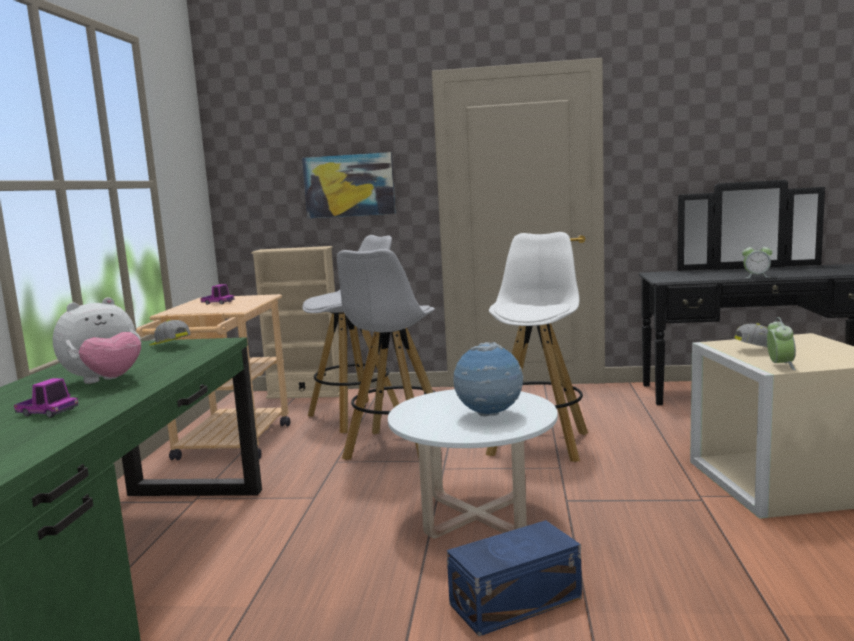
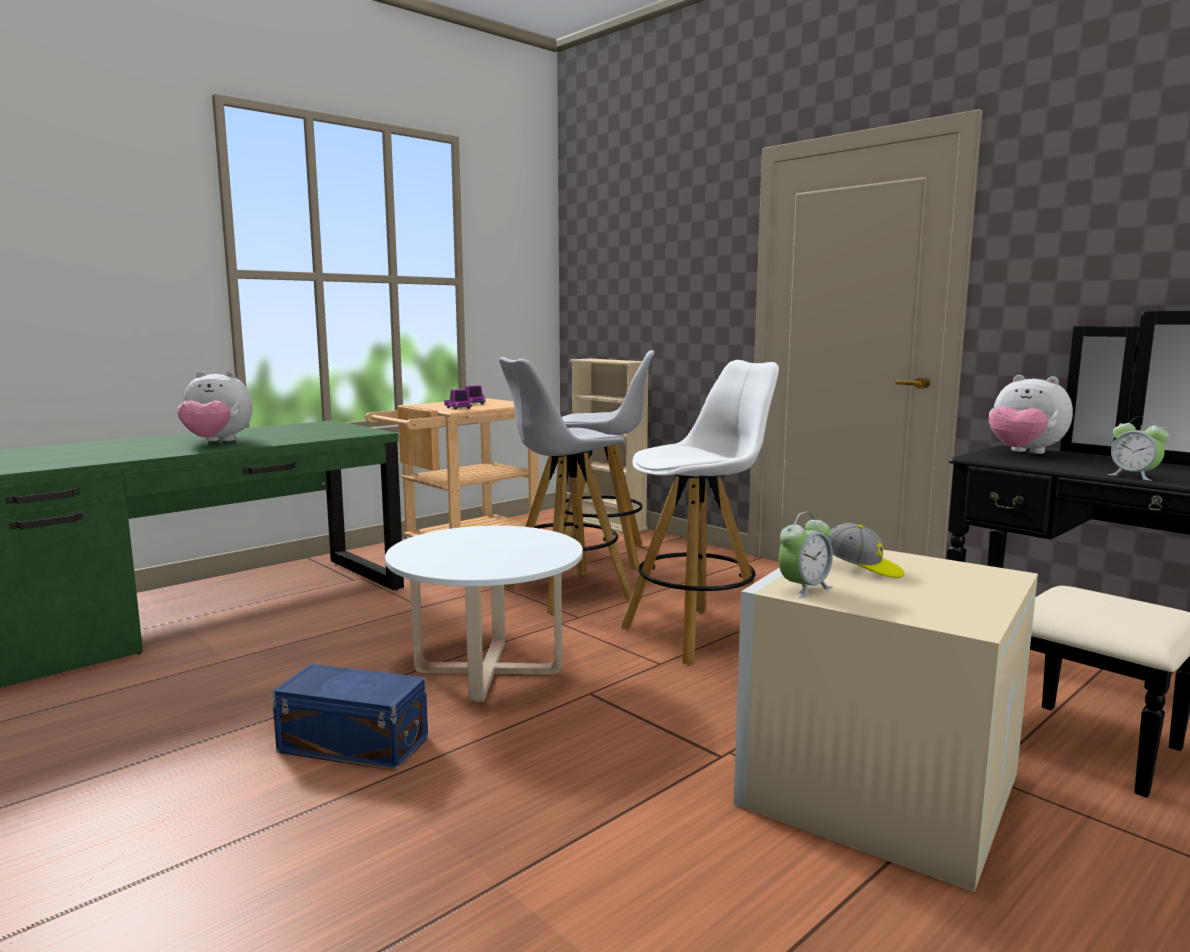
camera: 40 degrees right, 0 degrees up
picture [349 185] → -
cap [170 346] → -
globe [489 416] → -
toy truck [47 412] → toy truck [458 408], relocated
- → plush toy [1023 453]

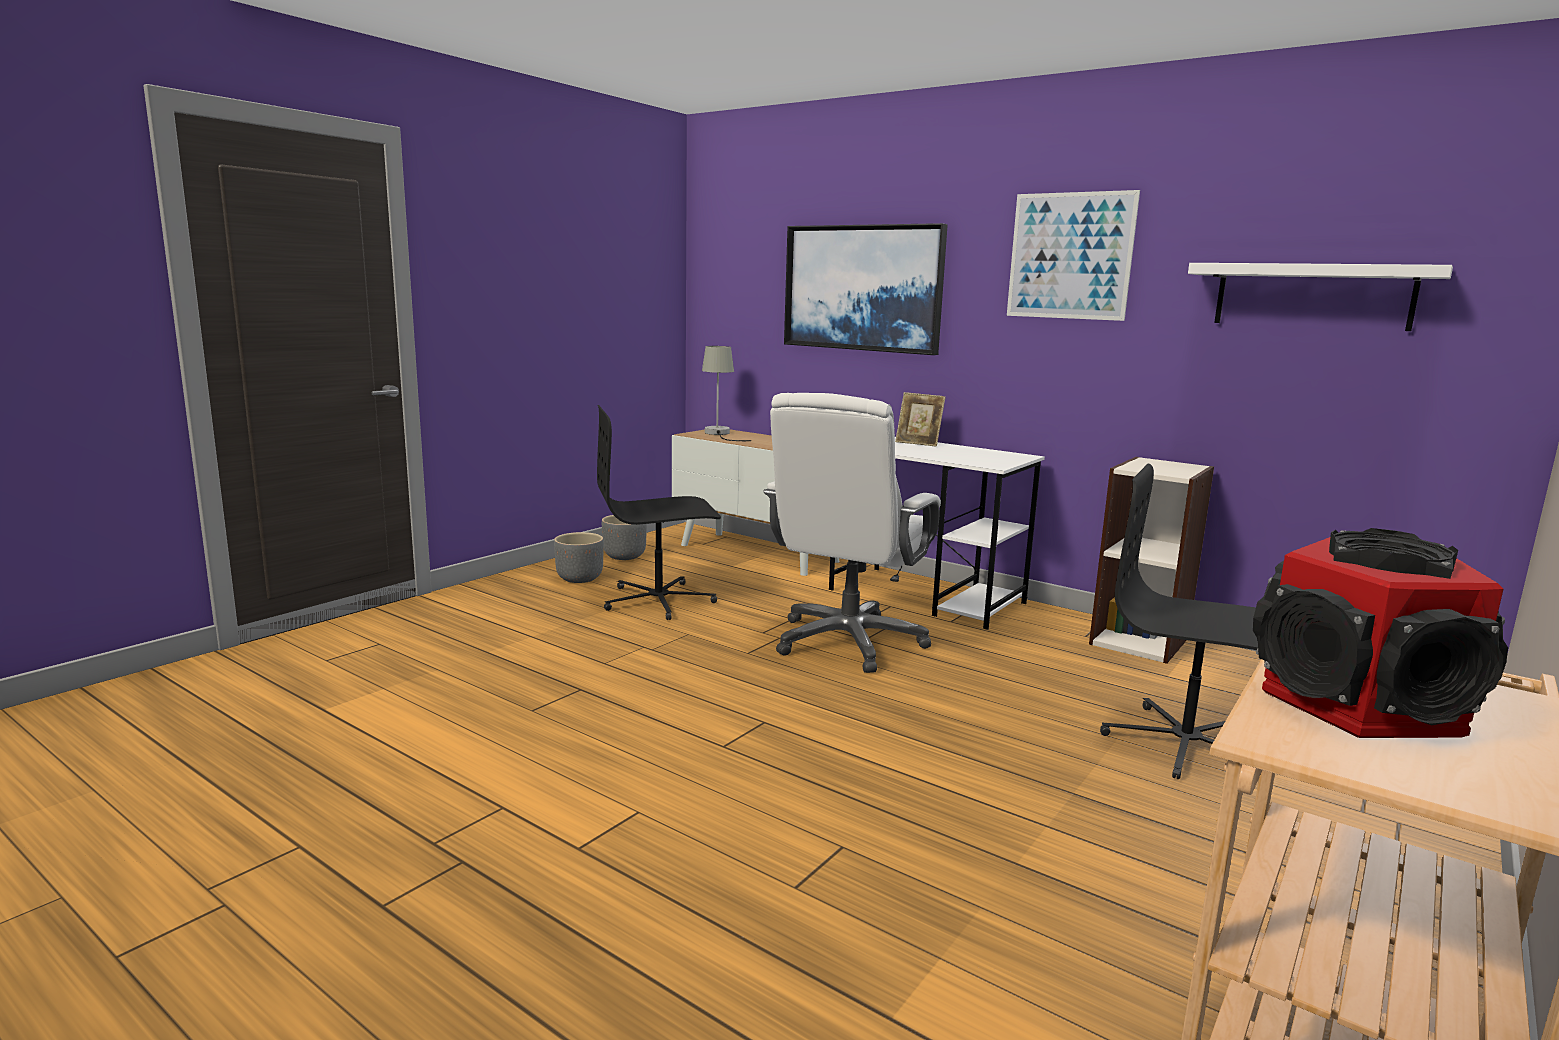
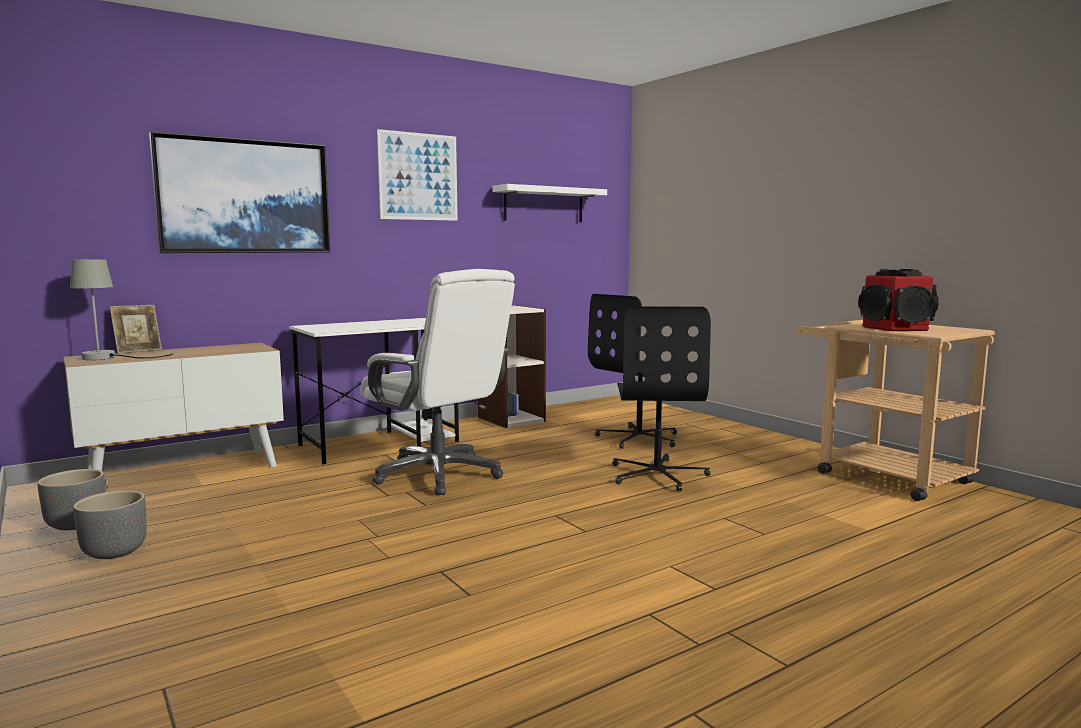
camera: 70 degrees left, 5 degrees down
picture frame [918 443] → picture frame [138 351], relocated
office chair (black) [659 601] → office chair (black) [658 475], relocated

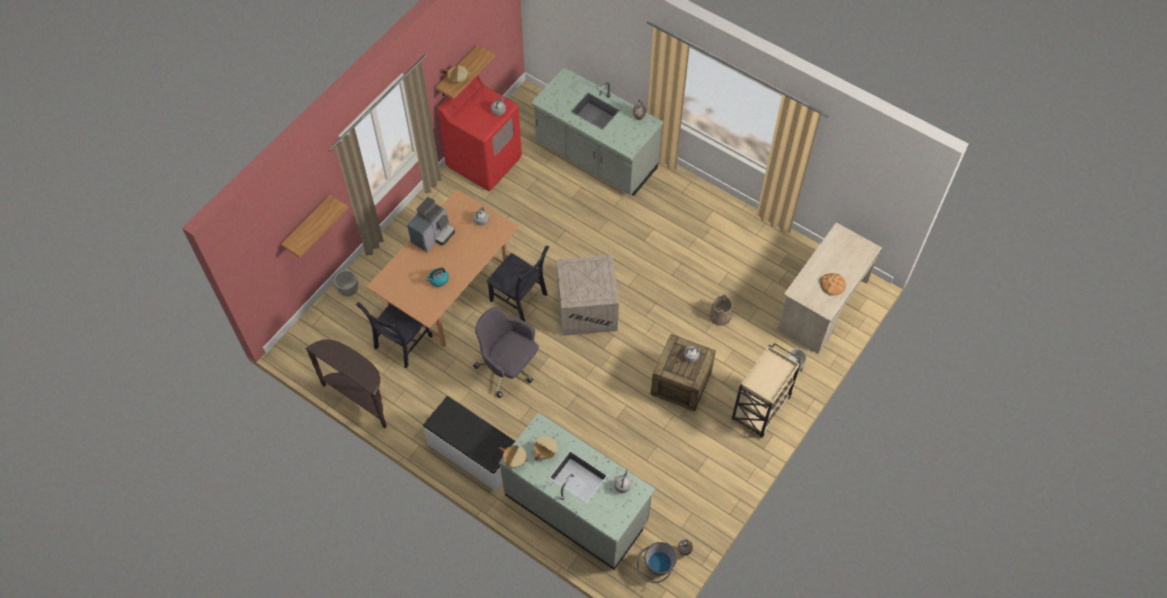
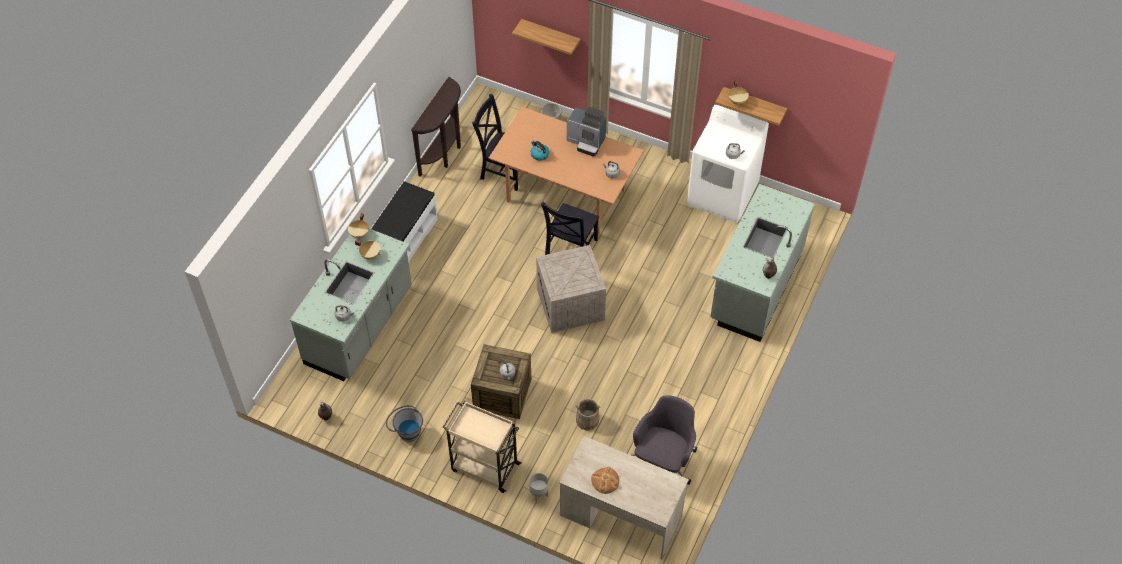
camera: 80 degrees right, 5 degrees down
washing machine (red) [484 161] → washing machine (white) [722 195]
office chair (grey) [509 367] → office chair (grey) [663 462], relocated
bucket (grey) [655 569] → bucket (grey) [406 431], relocated

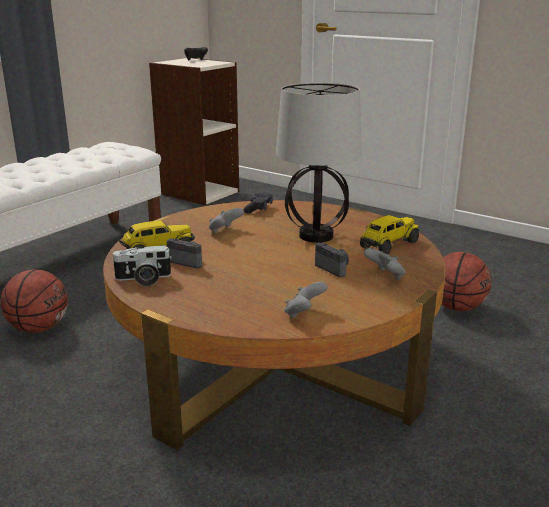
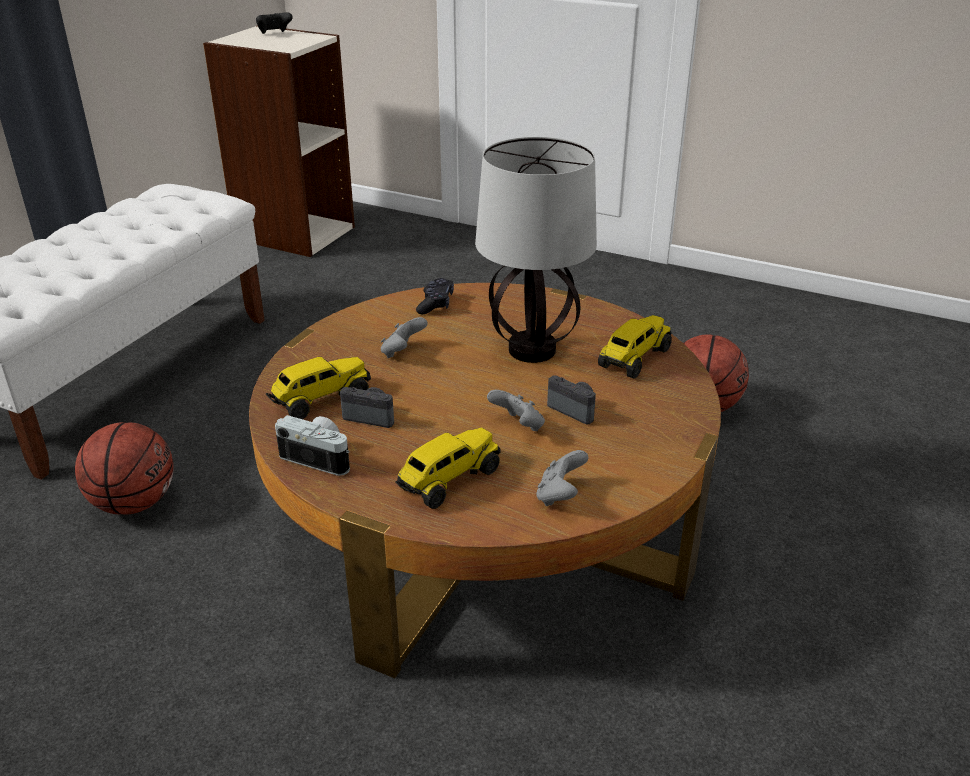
camera: 10 degrees left, 10 degrees up
photo camera [143 280] → photo camera [320 457], 135 degrees counterclockwise
game controller (grey) [385 276] → game controller (grey) [518 426], relocated
- → toy truck [448 480]

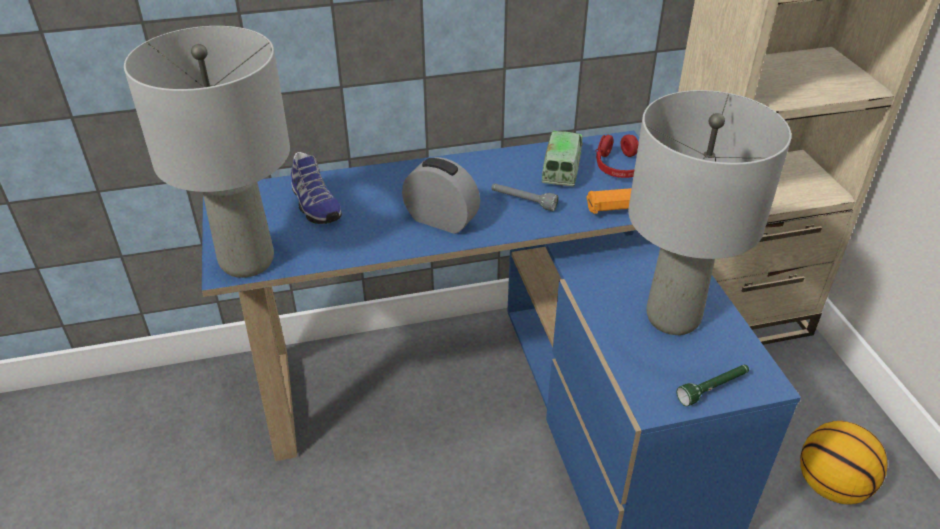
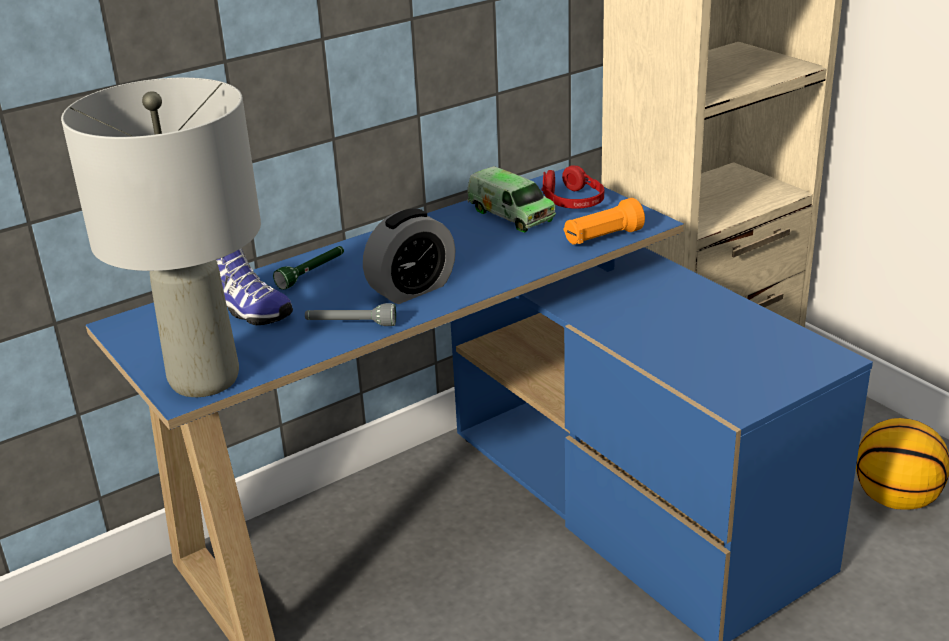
camera: 20 degrees left, 10 degrees down
table lamp (grey) [672 318] → -
toy truck [561 167] → toy truck [511 215], 150 degrees clockwise
alarm clock [441 220] → alarm clock [412 289], 135 degrees clockwise
flashlight (grey) [523 201] → flashlight (grey) [351 324], relocated
flashlight (green) [713 389] → flashlight (green) [312 273], relocated

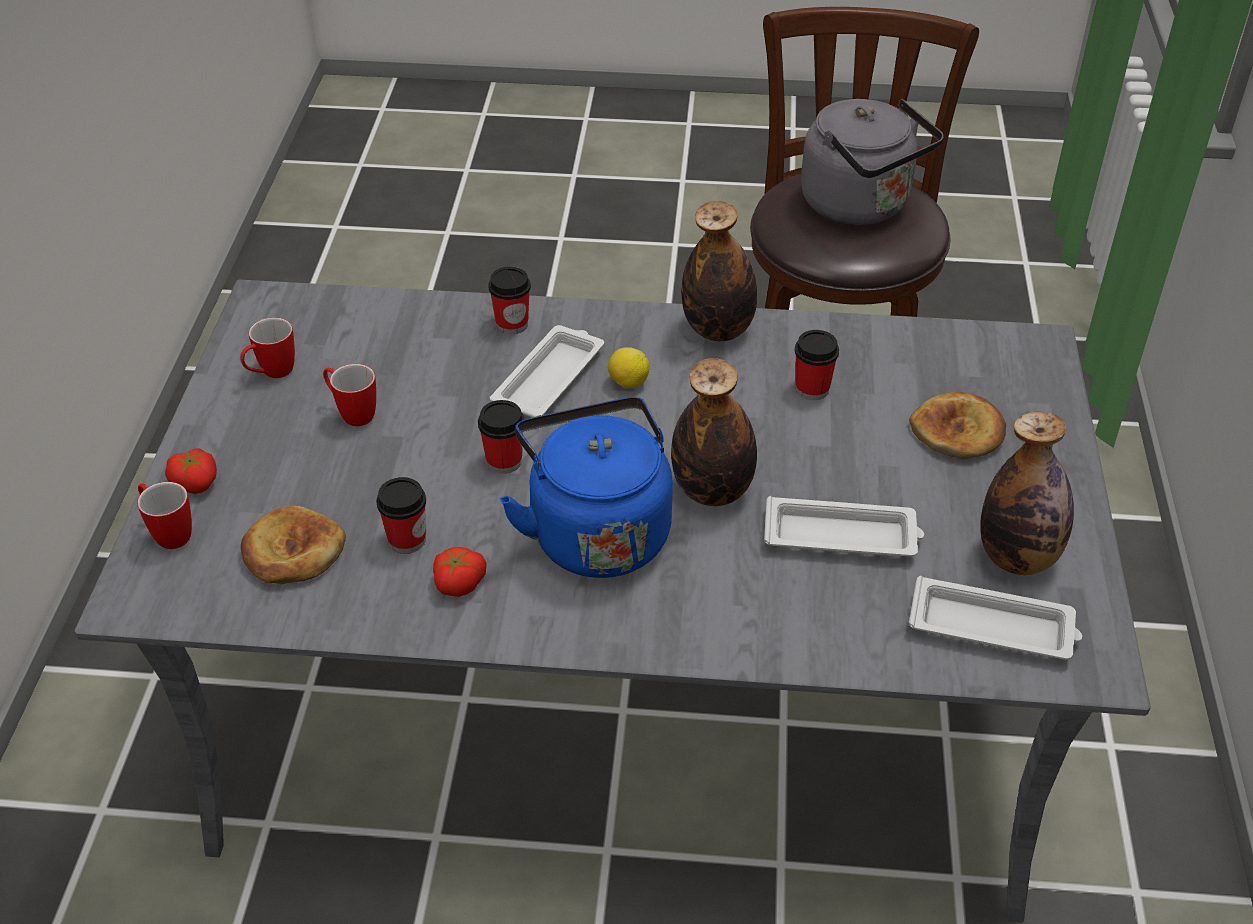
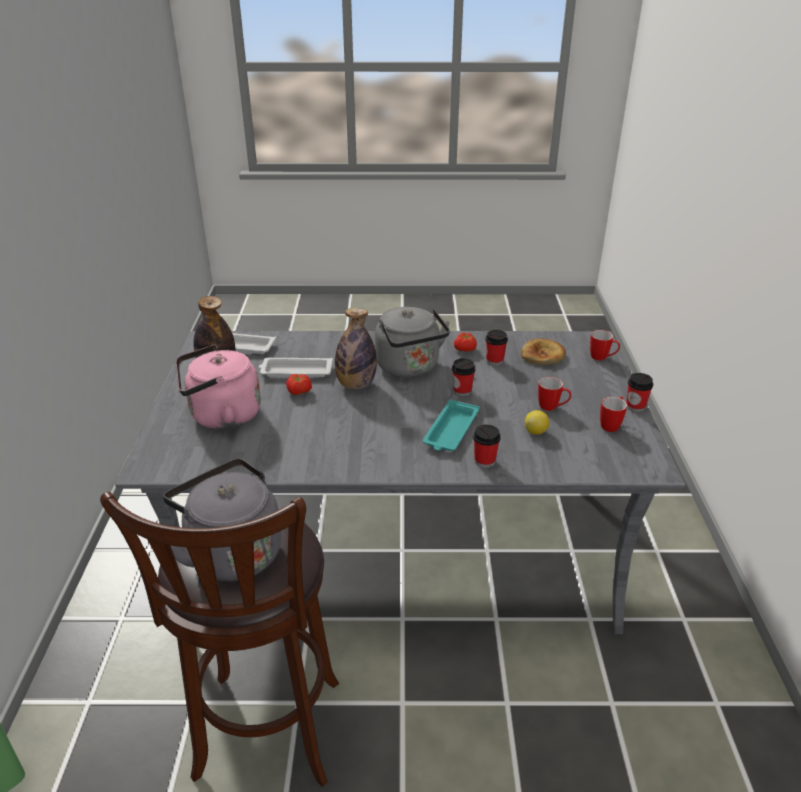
camera: 175 degrees right, 10 degrees down
bottle [718 330] → -
tray (white) [550 378] → tray (turquoise) [450 431]
cup [812 389] → cup [635 407], relocated
lemon [628 383] → lemon [536 431], relocated
bread [958 431] → kettle (pink) [221 416]
kettle (blue) [596 531] → kettle (grey) [410 368]
tomato [196 482] → tomato [298 392], relocated

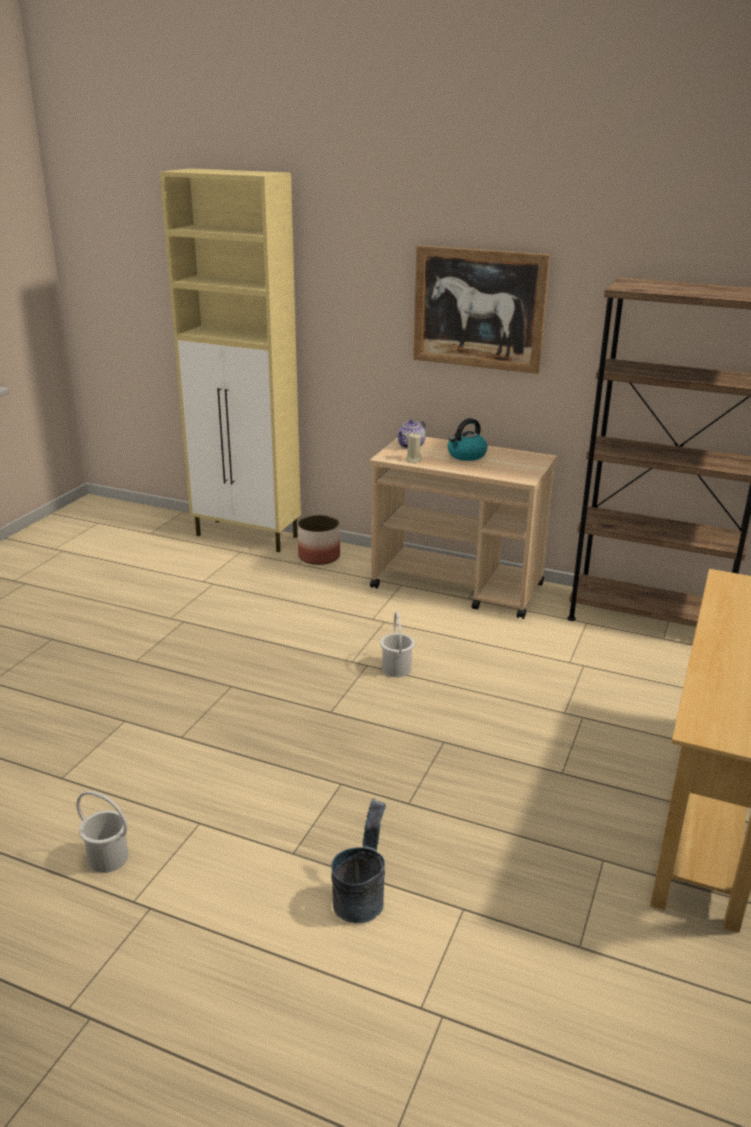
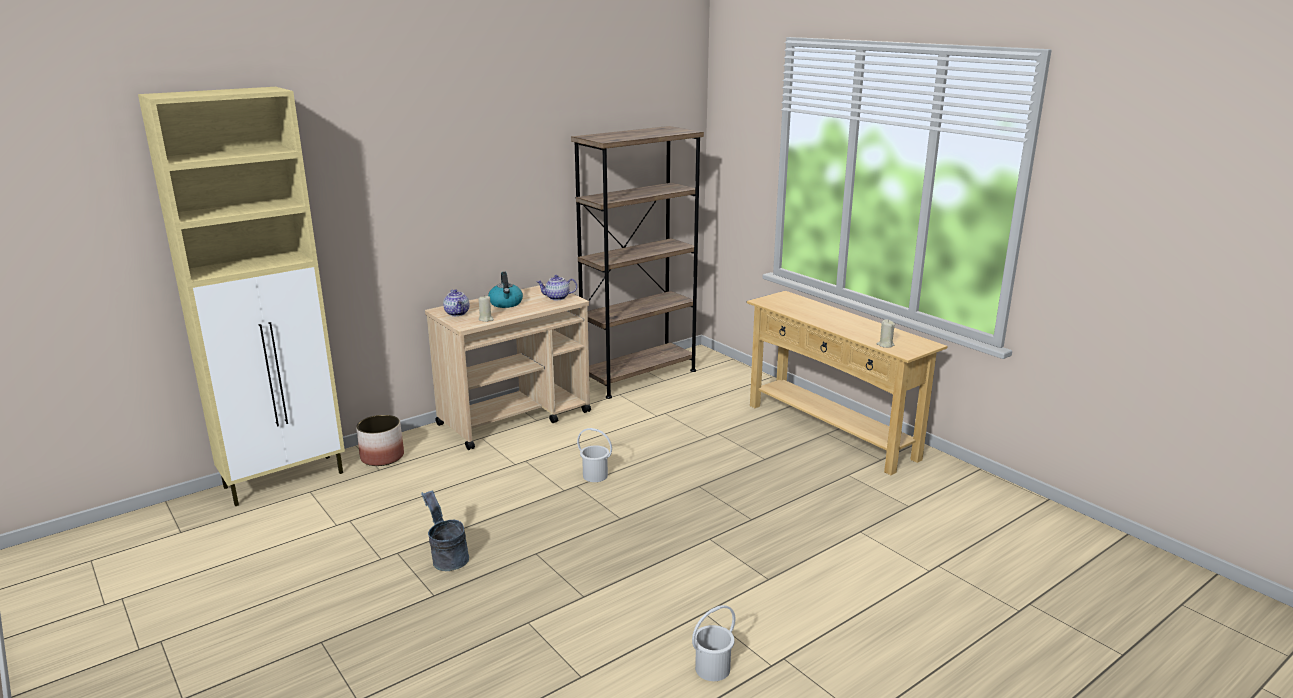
camera: 60 degrees left, 5 degrees down
picture [479 309] → -
bucket (grey) [361 897] → bucket (grey) [447 558], relocated
- → teapot [557 298]
- → candle (beige) [885 345]

